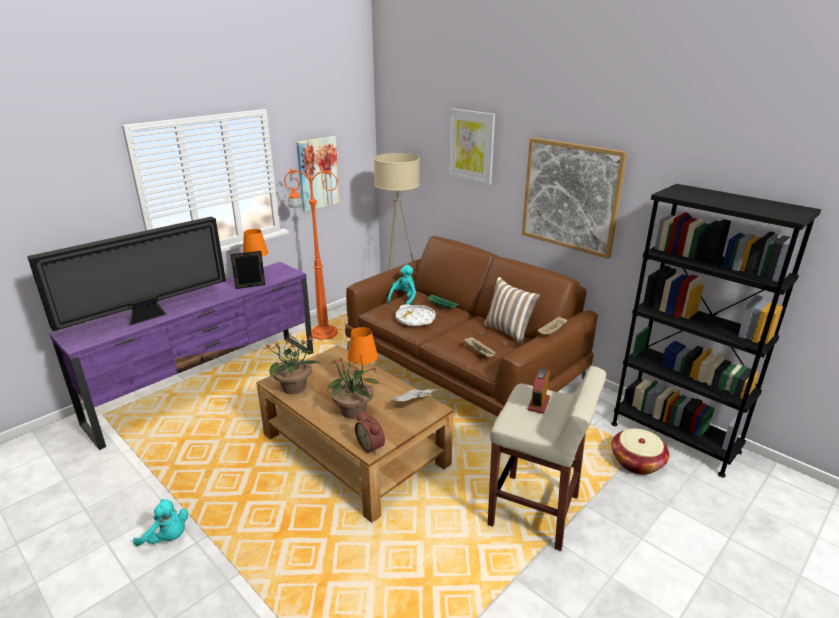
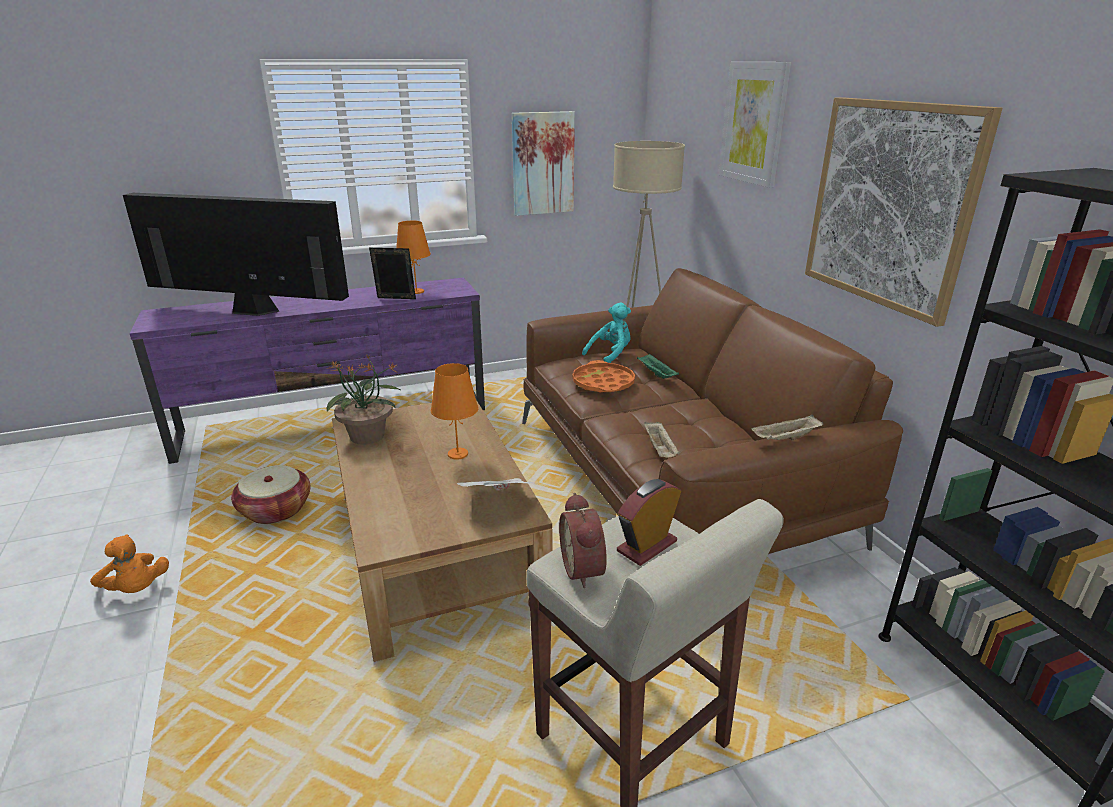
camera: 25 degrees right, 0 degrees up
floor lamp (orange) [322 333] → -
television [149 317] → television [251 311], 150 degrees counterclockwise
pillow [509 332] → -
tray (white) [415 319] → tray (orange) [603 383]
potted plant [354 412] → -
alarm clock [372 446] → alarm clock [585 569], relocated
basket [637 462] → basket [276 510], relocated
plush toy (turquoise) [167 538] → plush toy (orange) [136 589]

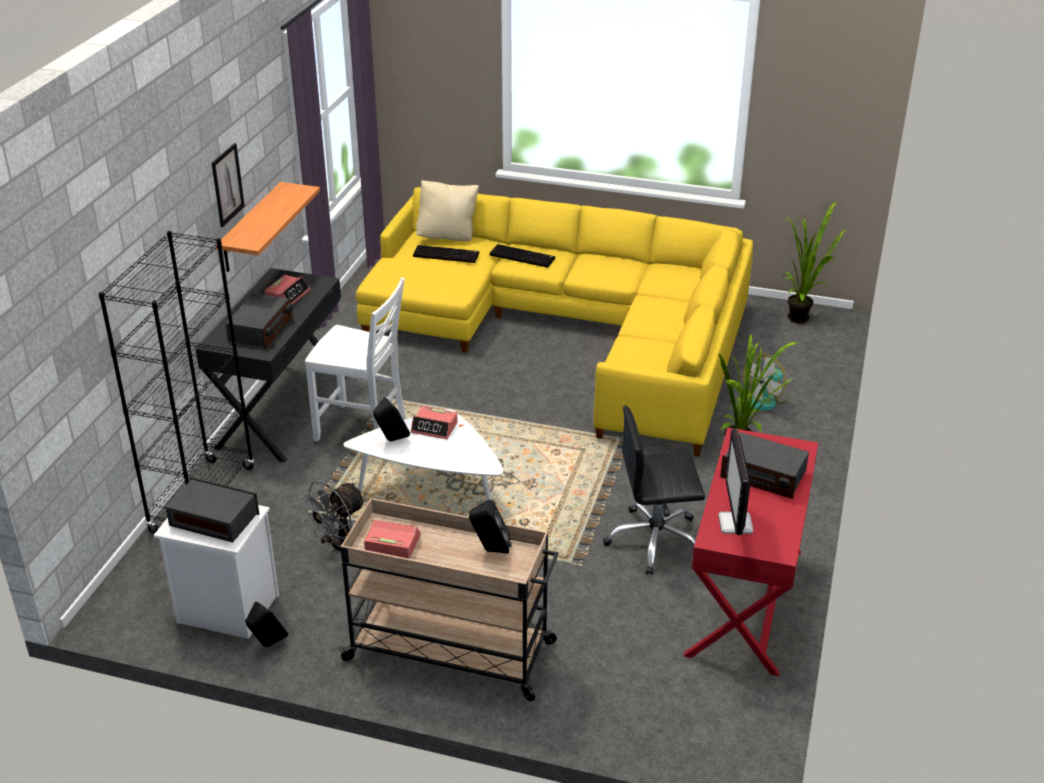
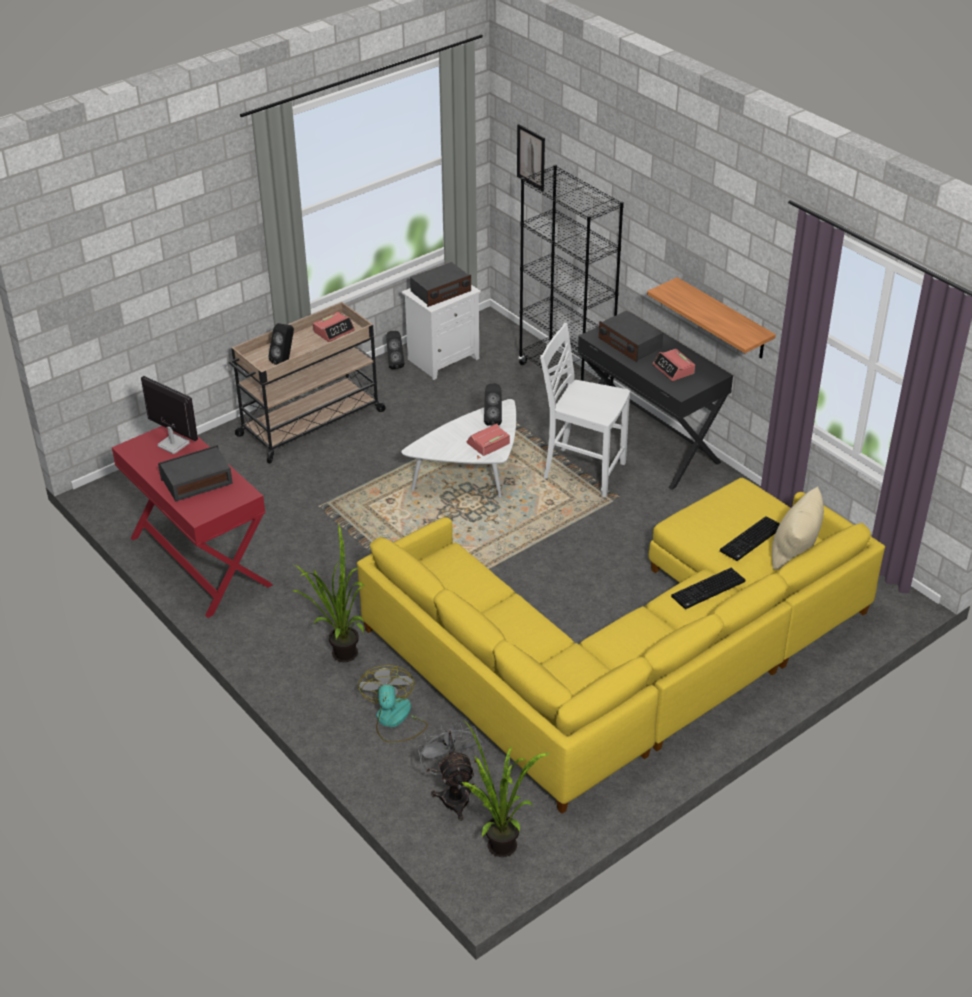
camera: 125 degrees right, 5 degrees up
picture [227 185] → picture [531 157], relocated
chair (white) [363 430] → chair (white) [582 471], 60 degrees clockwise
office chair (black) [655 541] → -
fan (grey) [339 548] → fan (grey) [454 794], relocated

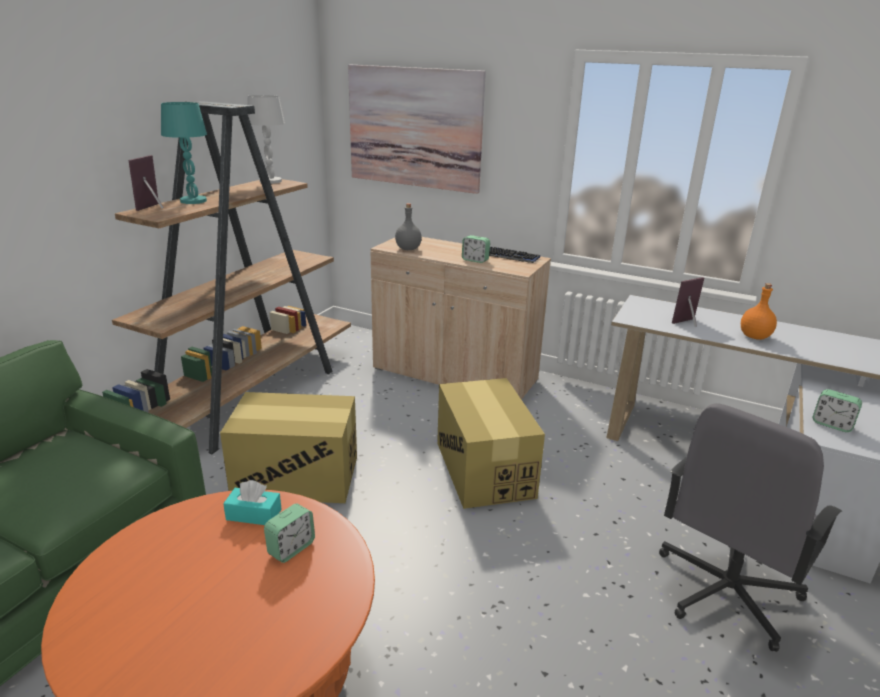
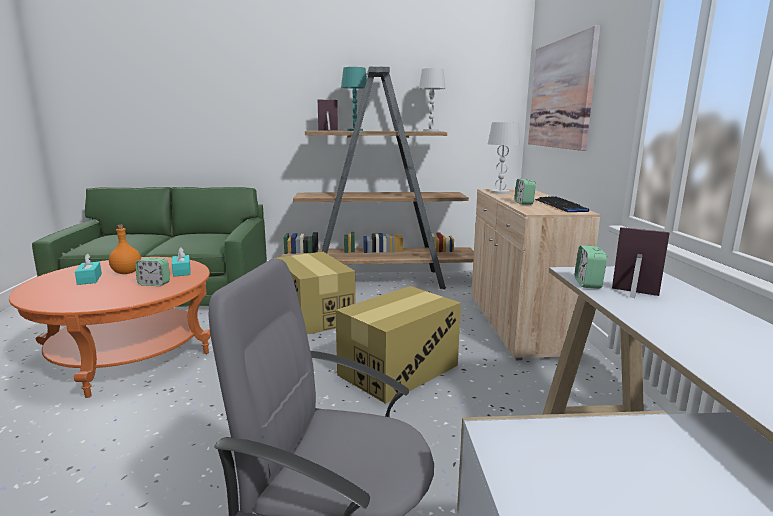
camera: 60 degrees right, 10 degrees down
bottle (grey) [408 249] → table lamp (white) [499 192]
bottle (orange) [754 337] → bottle (orange) [126 272], relocated
alarm clock [832 424] → alarm clock [588 283], relocated
- → tissue box (turquoise) [89 279]

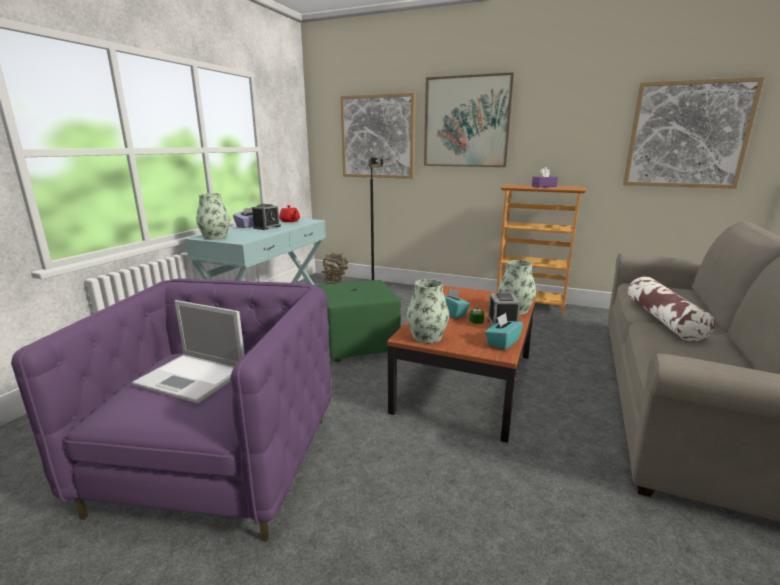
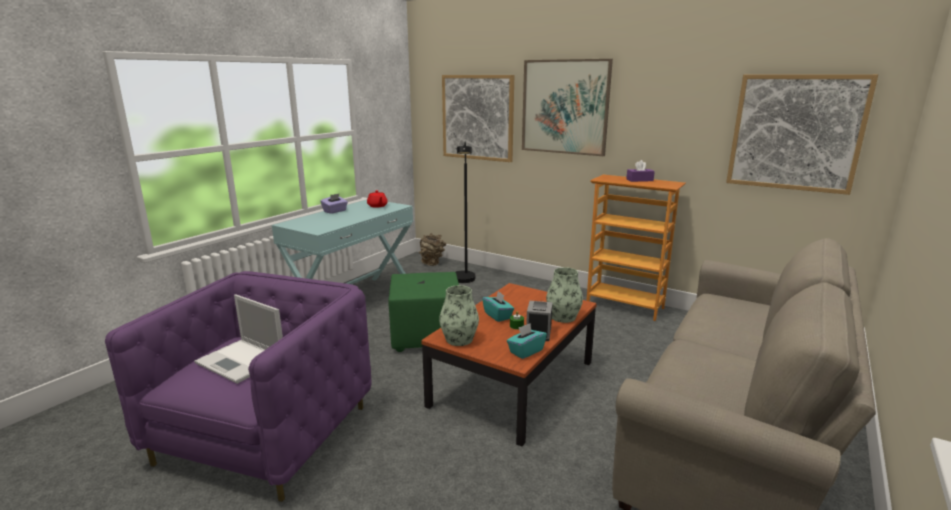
camera: 10 degrees right, 0 degrees up
vase [215 237] → -
alarm clock [267 227] → -
pillow [662 319] → -

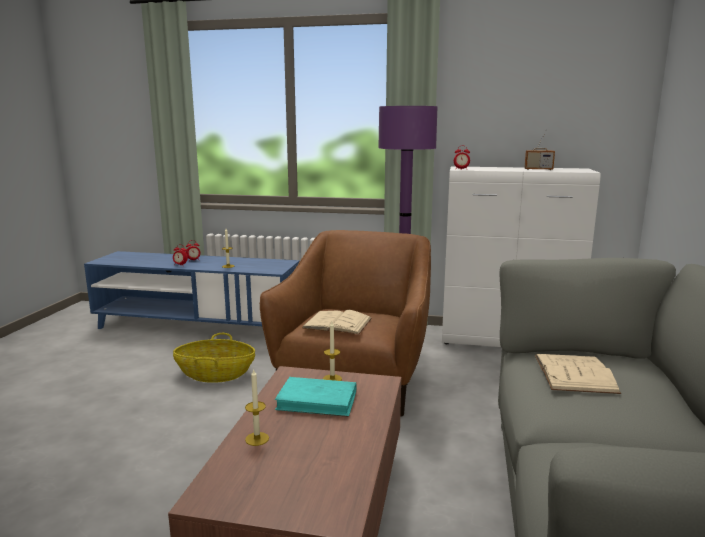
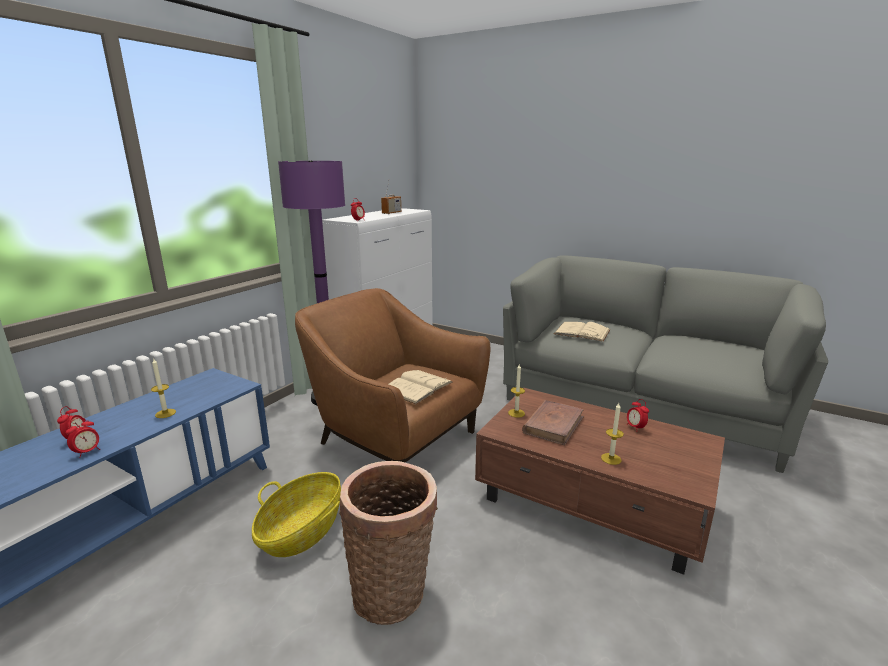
camera: 70 degrees left, 5 degrees up
book (turquoise) [317 400] → book (brown) [553 425]
- → alarm clock [635 427]
- → basket [393 591]

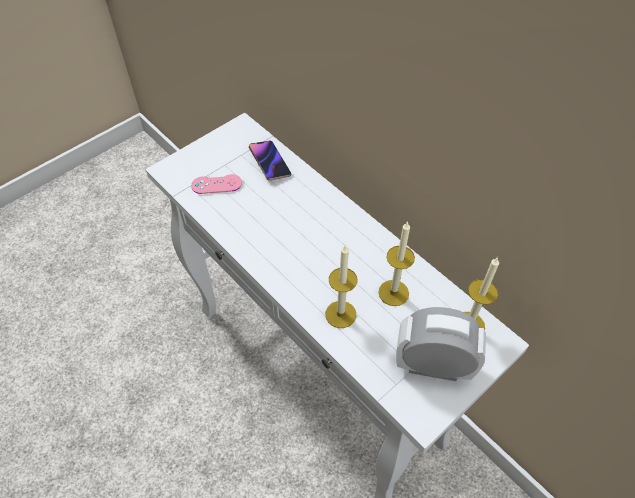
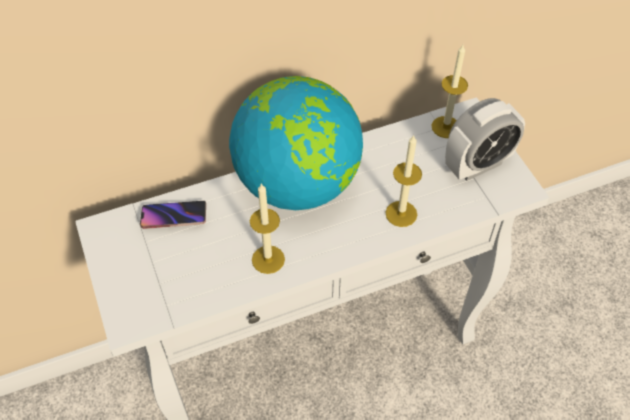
camera: 70 degrees left, 0 degrees up
game controller (pink) [216 184] → -
candle [393 293] → candle [268 259], relocated
alarm clock [433 366] → alarm clock [477 165], 150 degrees counterclockwise
- → globe [298 184]

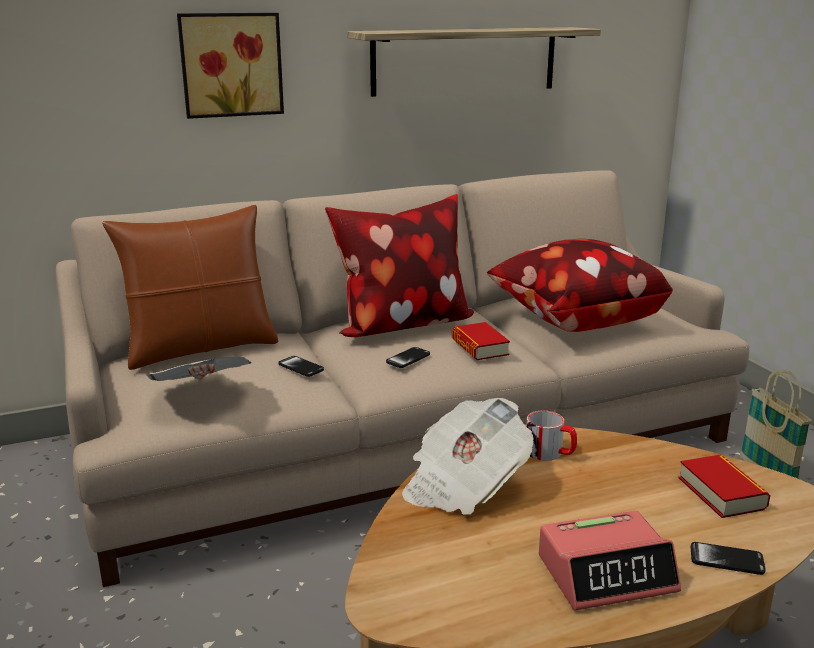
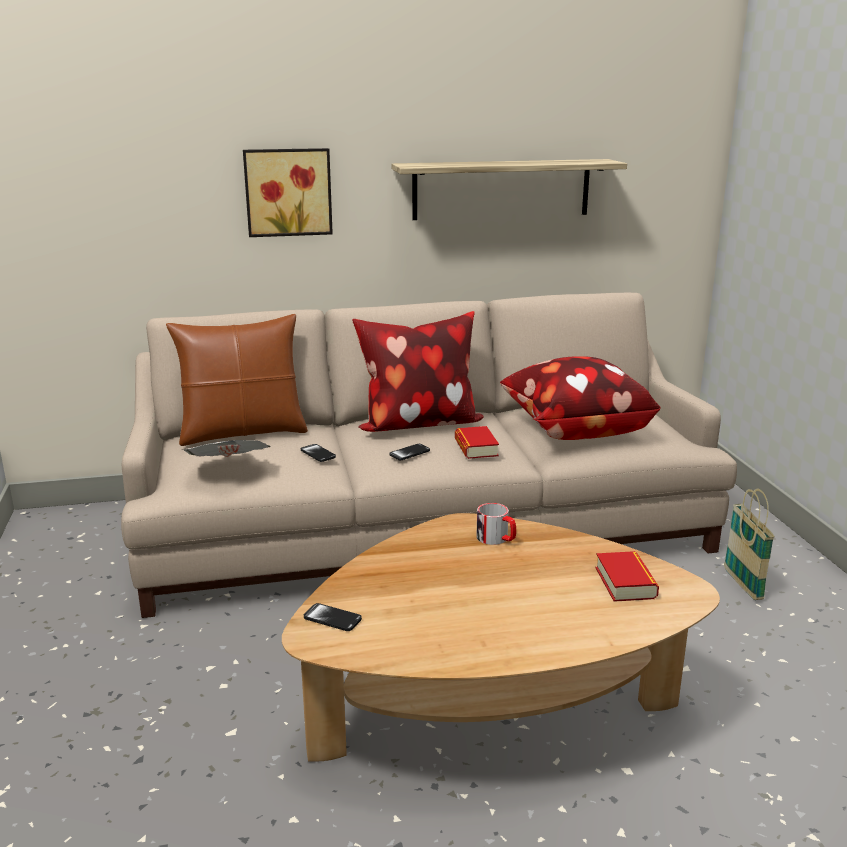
camera: 10 degrees right, 0 degrees up
newspaper [463 485] → -
alarm clock [606 573] → -
phone [726 560] → phone [332 618], relocated

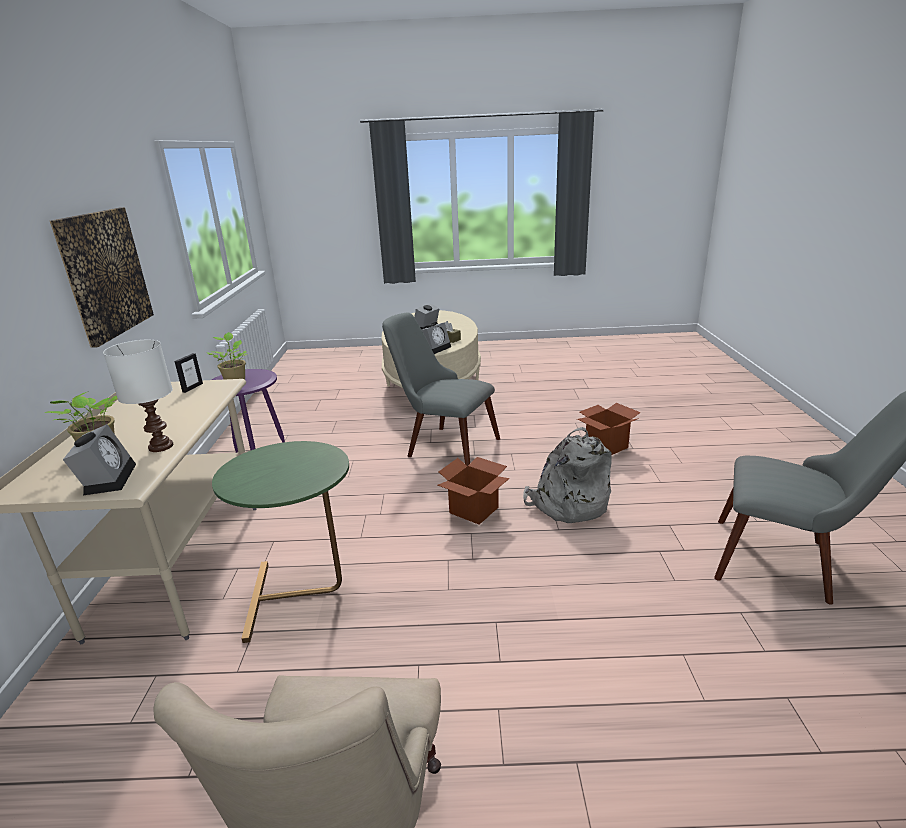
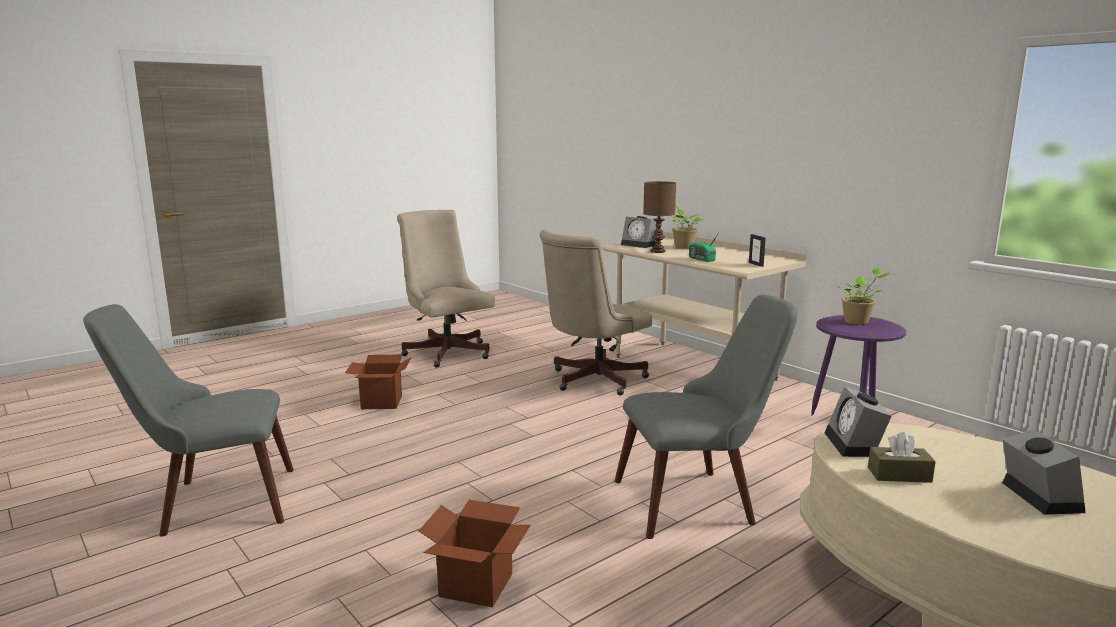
camera: 140 degrees right, 10 degrees down
picture [105 274] → -
table lamp (white) [160 446] → table lamp (brown) [658 251]
backpack (grey) [567 504] → -
side table (green) [304 595] → office chair (beige) [592 380]
cardboard box [473 510] → cardboard box [382 402], relocated
- → radio [701 259]

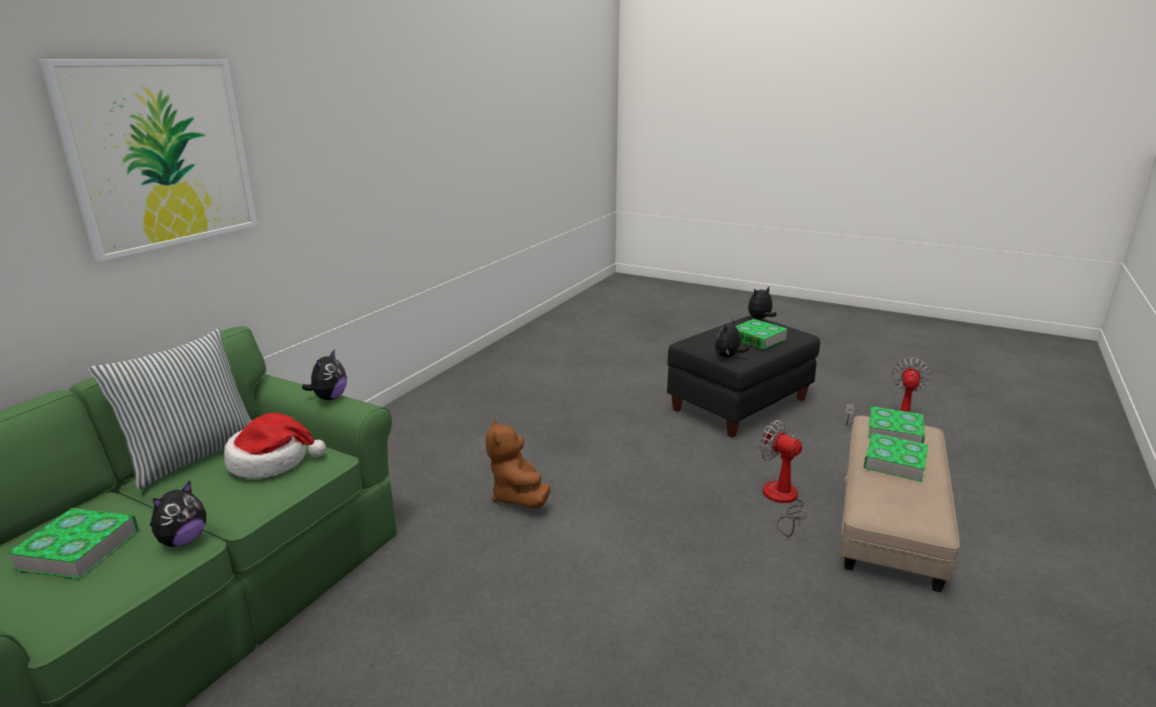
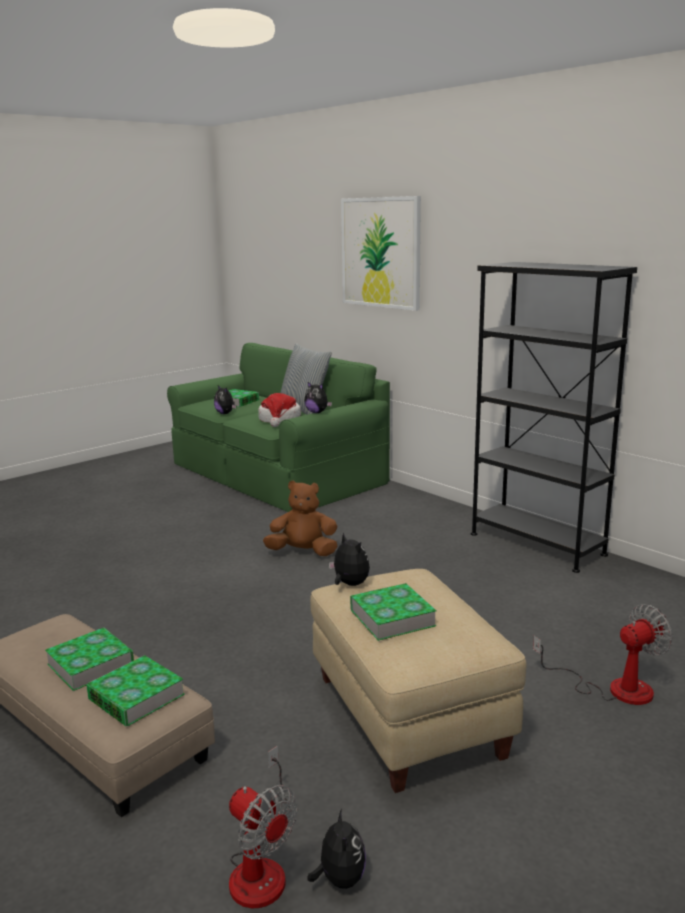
camera: 110 degrees right, 5 degrees down
plush toy [760 319] → plush toy [340 879], relocated
ottoman (black) [740 405] → ottoman (beige) [406 716]
fan [782 501] → fan [614 688], relocated
- → bookcase (black) [536 544]

